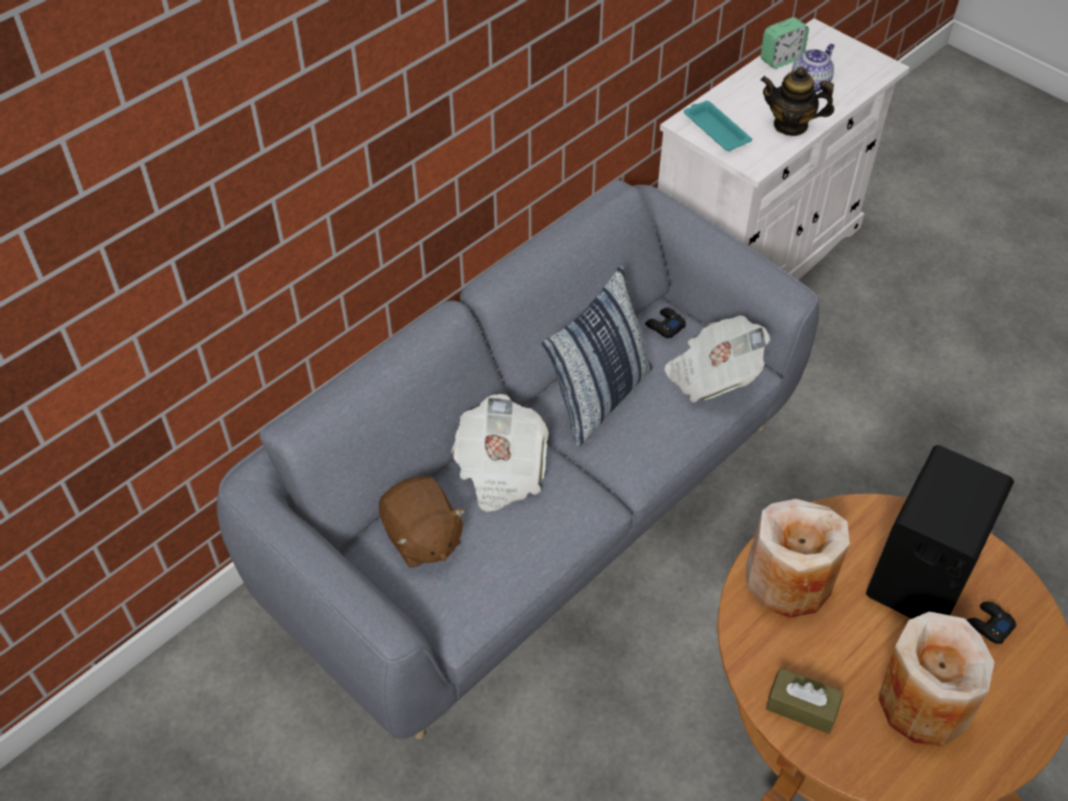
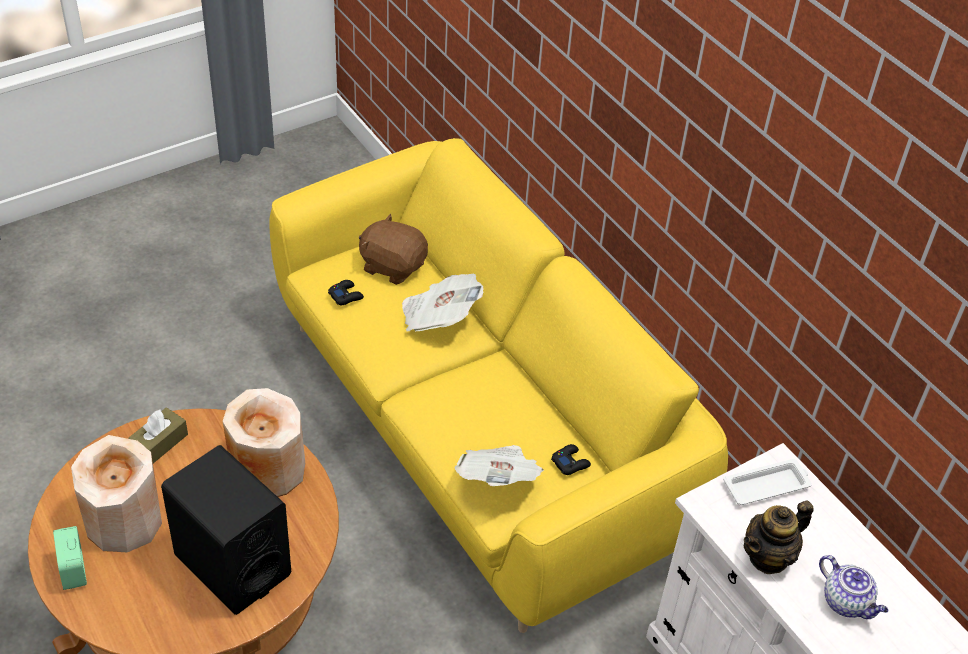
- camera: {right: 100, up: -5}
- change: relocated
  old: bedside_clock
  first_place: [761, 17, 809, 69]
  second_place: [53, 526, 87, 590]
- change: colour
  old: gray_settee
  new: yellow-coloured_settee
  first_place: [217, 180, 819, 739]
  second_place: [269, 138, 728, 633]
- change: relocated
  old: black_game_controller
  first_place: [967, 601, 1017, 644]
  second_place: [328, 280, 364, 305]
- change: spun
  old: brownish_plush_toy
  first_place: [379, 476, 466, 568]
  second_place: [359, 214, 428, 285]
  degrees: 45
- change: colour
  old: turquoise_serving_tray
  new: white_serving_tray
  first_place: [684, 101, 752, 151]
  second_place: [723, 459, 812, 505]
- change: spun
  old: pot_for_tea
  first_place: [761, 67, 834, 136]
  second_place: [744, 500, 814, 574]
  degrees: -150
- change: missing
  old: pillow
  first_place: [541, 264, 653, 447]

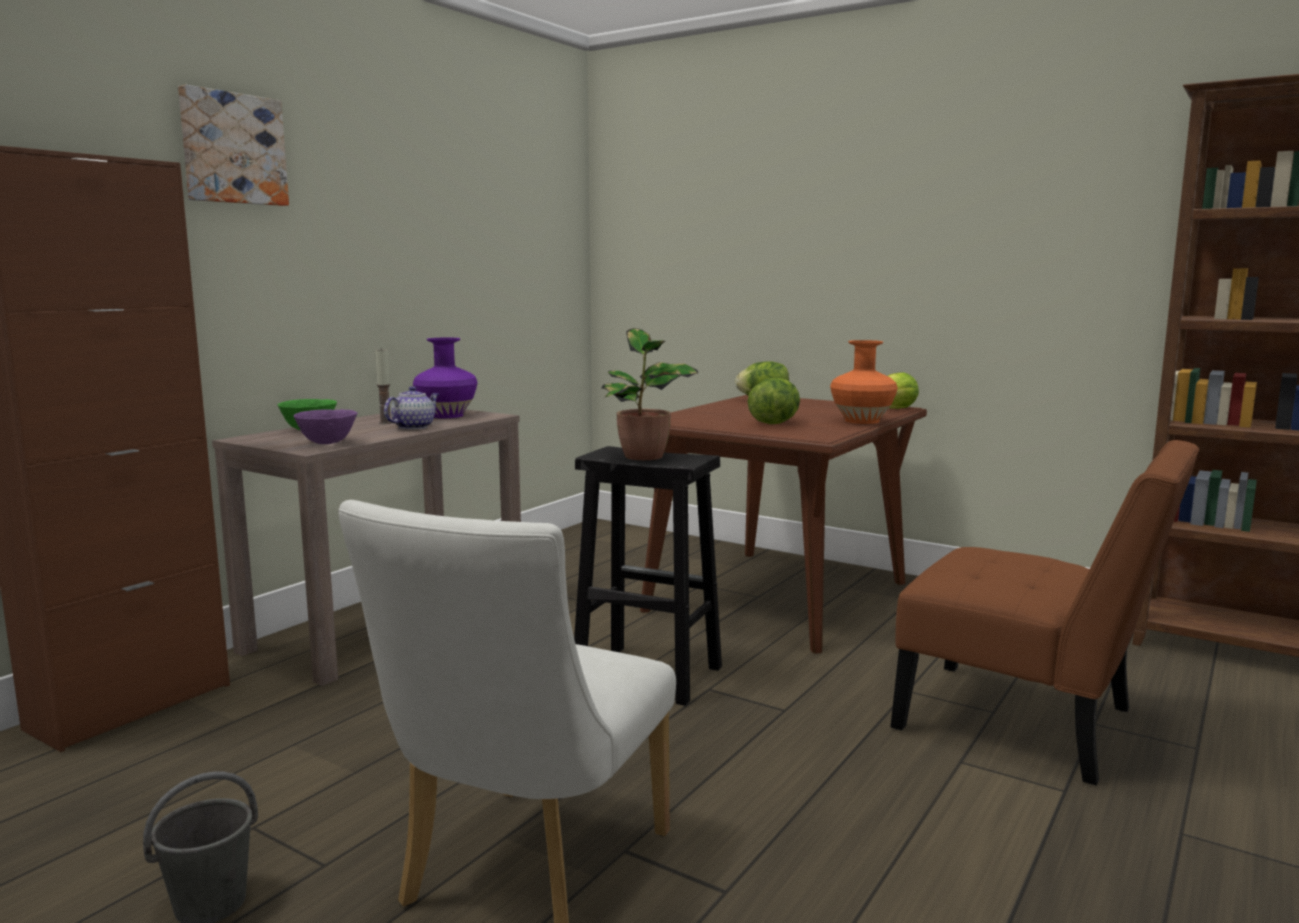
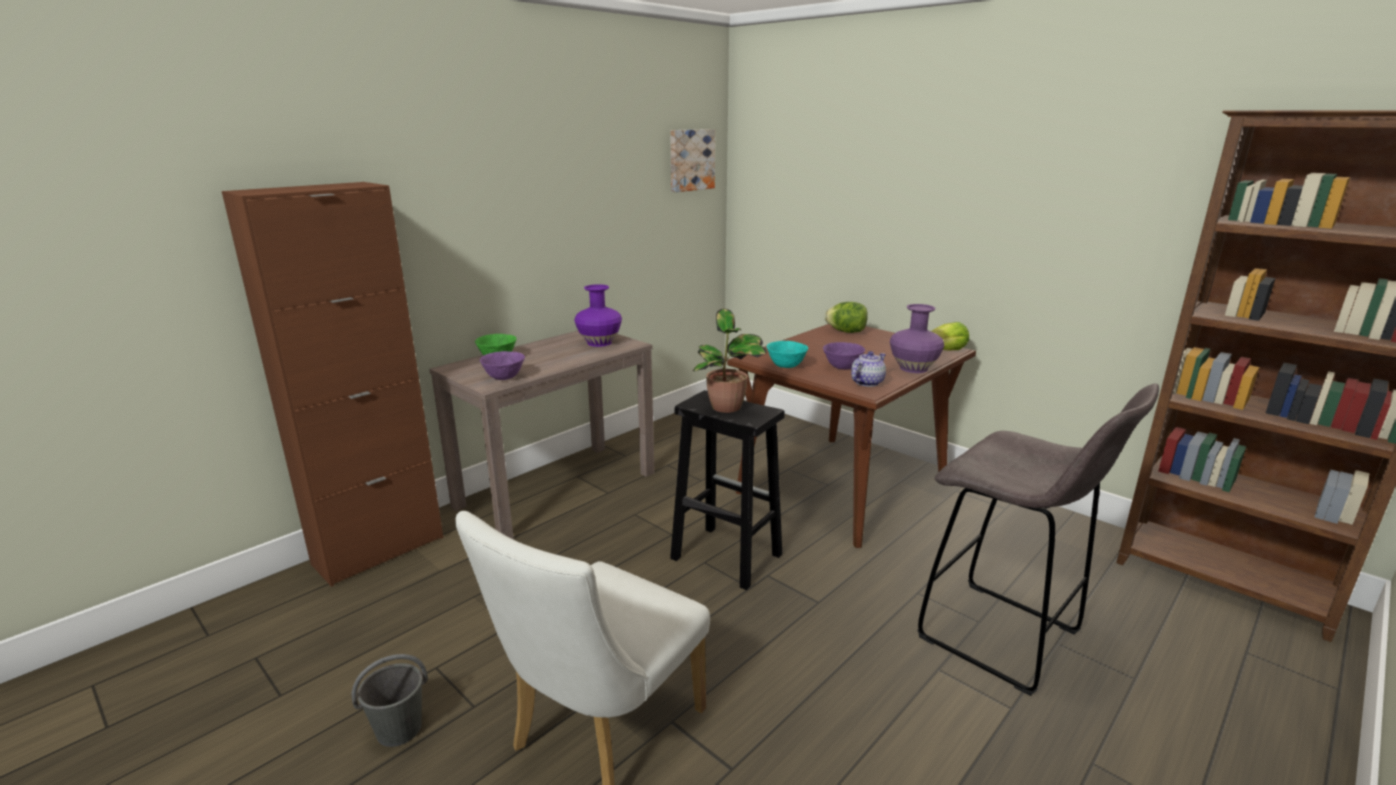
- camera: {right: 10, up: 10}
- change: relocated
  old: wall_picture
  first_place: [178, 85, 289, 206]
  second_place: [670, 129, 715, 192]
- change: appeared
  new: turquoise_serving_bowl
  second_place: [767, 341, 808, 368]
- change: exchanged
  old: lettuce
  new: purple_serving_bowl
  first_place: [748, 378, 800, 424]
  second_place: [823, 342, 865, 369]
- change: relocated
  old: pot_for_tea
  first_place: [384, 386, 439, 430]
  second_place: [851, 351, 886, 387]
- change: colour
  old: orangey_flower_vase
  new: purple_flower_vase
  first_place: [830, 340, 898, 424]
  second_place: [890, 304, 944, 373]
- change: exchanged
  old: brownish_plain_chair
  new: gray_stool_seat
  first_place: [890, 440, 1199, 786]
  second_place: [917, 383, 1159, 696]
- change: missing
  old: wax_candle
  first_place: [375, 348, 392, 424]

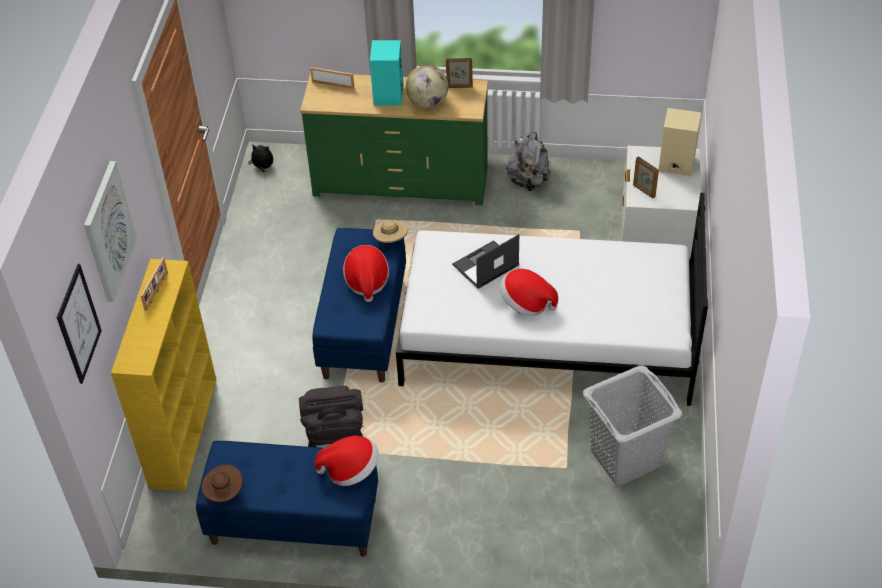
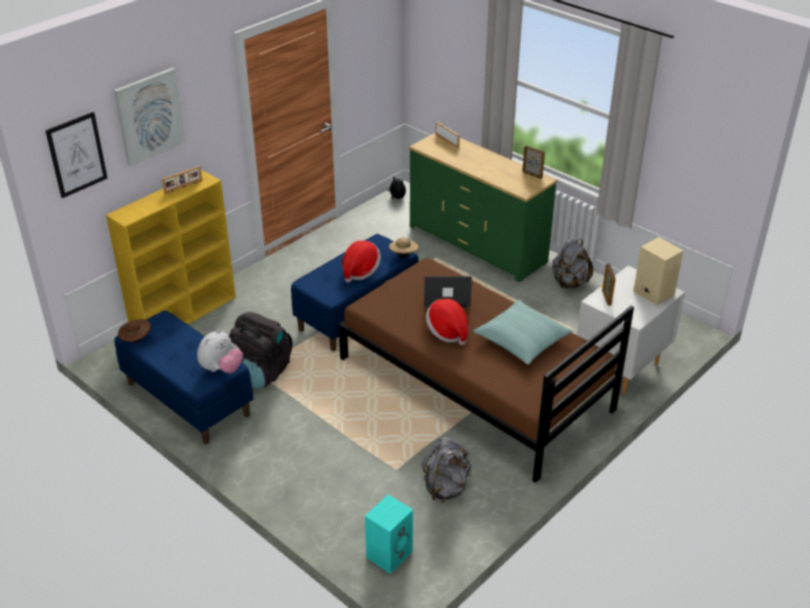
- camera: {right: 35, up: -10}
- change: exchanged
  old: hat
  new: plush_toy
  first_place: [315, 436, 379, 486]
  second_place: [197, 329, 243, 373]
- change: colour
  old: white_bedroom_bed
  new: brownish_bedroom_bed
  first_place: [396, 193, 708, 406]
  second_place: [338, 258, 634, 483]
- change: relocated
  old: turquoise_speaker
  first_place: [370, 40, 403, 106]
  second_place: [365, 494, 413, 574]
- change: exchanged
  old: gray_laundry_basket
  new: gray_backpack
  first_place: [583, 365, 682, 485]
  second_place: [422, 437, 472, 502]
- change: appeared
  new: pillow
  second_place: [473, 300, 572, 365]
- change: missing
  old: globe
  first_place: [406, 65, 449, 108]

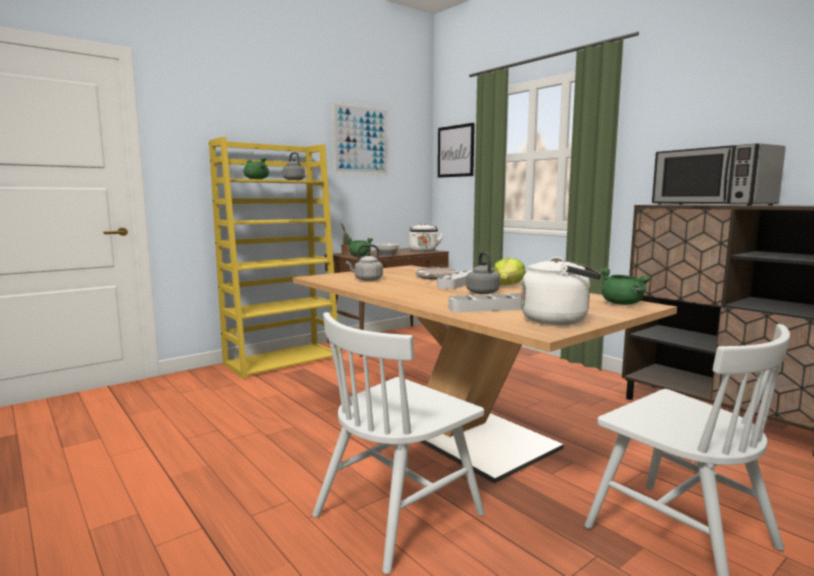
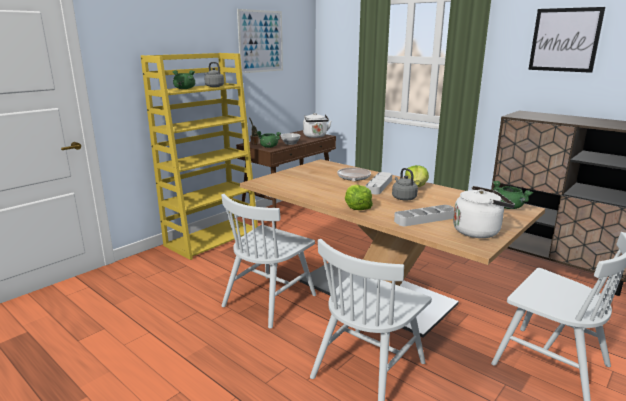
- camera: {right: -10, up: 10}
- change: appeared
  new: white_plain_chair
  second_place: [221, 194, 316, 329]
- change: appeared
  new: lettuce
  second_place: [345, 184, 373, 210]
- change: relocated
  old: wall_picture
  first_place: [438, 123, 475, 178]
  second_place: [528, 7, 605, 73]
- change: missing
  old: gray_kettle
  first_place: [346, 244, 383, 281]
- change: missing
  old: kitchen_microwave
  first_place: [652, 143, 786, 206]

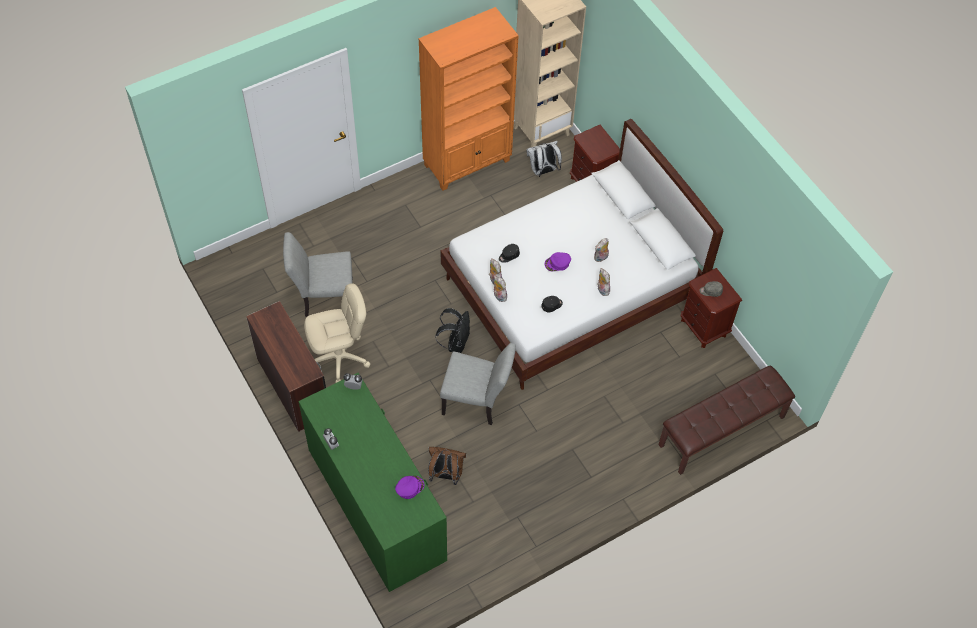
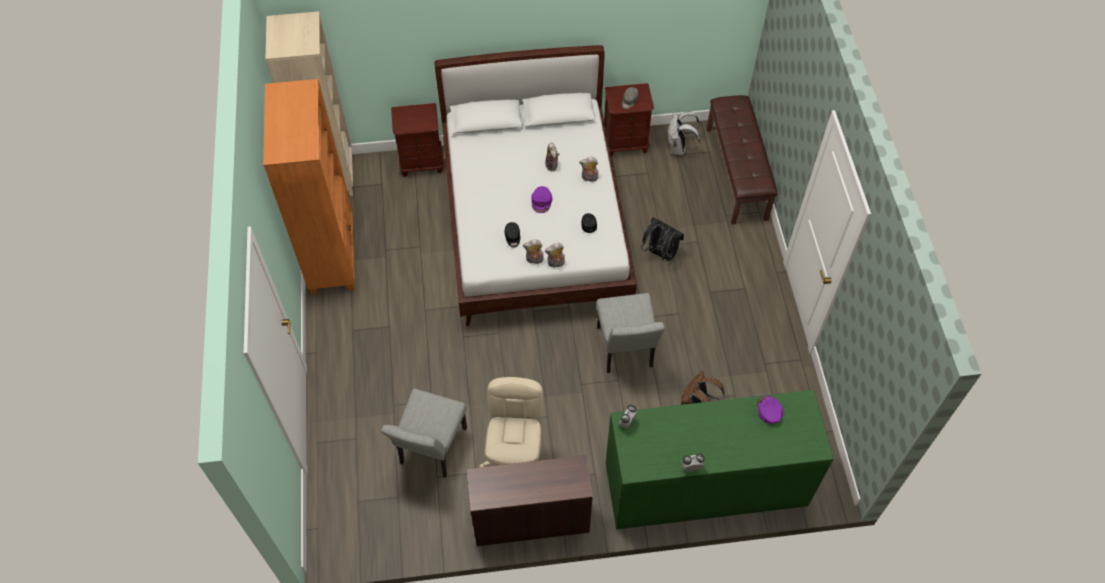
- camera: {right: -65, up: 0}
- change: spun
  old: gray_plain_chair
  first_place: [440, 343, 516, 425]
  second_place: [596, 293, 665, 373]
  degrees: 135
- change: relocated
  old: black_backpack
  first_place: [435, 308, 470, 353]
  second_place: [641, 217, 684, 262]
- change: relocated
  old: white_backpack
  first_place: [527, 141, 562, 177]
  second_place: [667, 111, 700, 155]

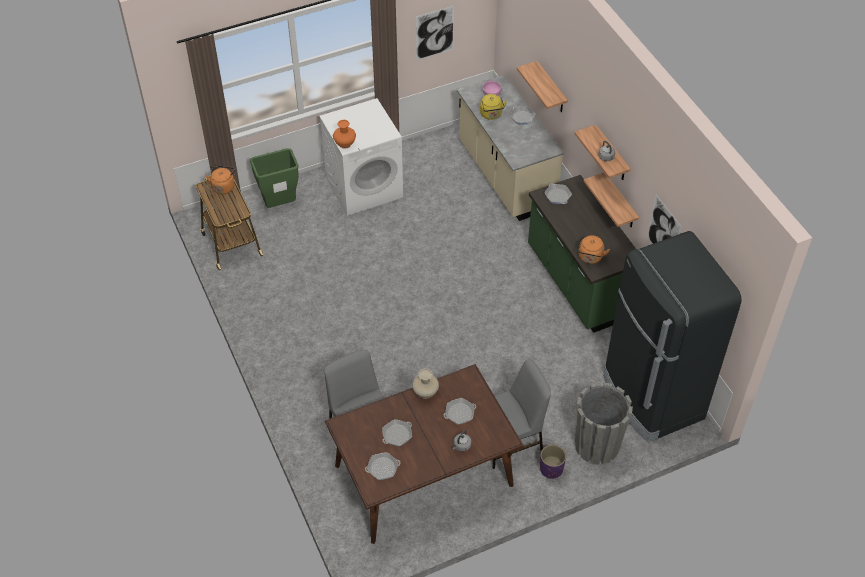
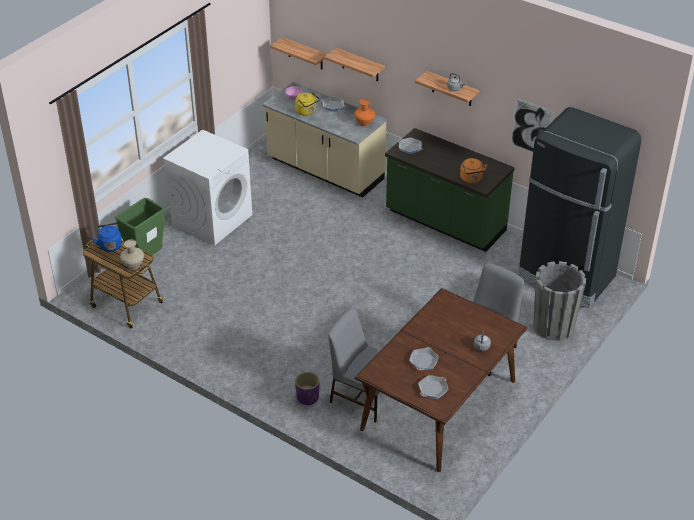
- camera: {right: -30, up: -10}
- change: colour
  old: orangey_kettle
  new: blue-coloured_kettle
  first_place: [206, 165, 235, 194]
  second_place: [92, 223, 122, 252]
- change: relocated
  old: sand-coloured_flower_vase
  first_place: [412, 368, 439, 399]
  second_place: [120, 239, 144, 270]
- change: relocated
  old: wall_shelf
  first_place: [584, 173, 639, 227]
  second_place: [270, 37, 327, 69]
- change: relocated
  old: purple_planter
  first_place: [540, 445, 566, 479]
  second_place: [295, 372, 320, 406]
- change: relocated
  old: orangey_flower_vase
  first_place: [333, 120, 356, 149]
  second_place: [354, 99, 375, 127]
- change: missing
  old: wall_picture
  first_place: [416, 6, 454, 60]
- change: missing
  old: frying_pan
  first_place: [443, 398, 476, 425]

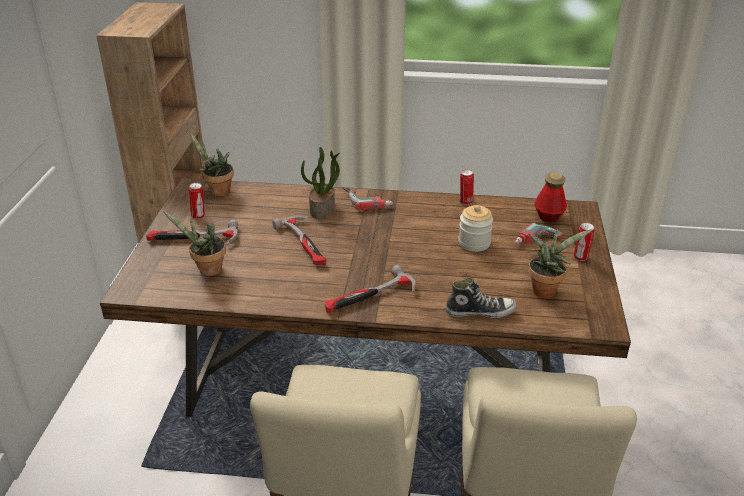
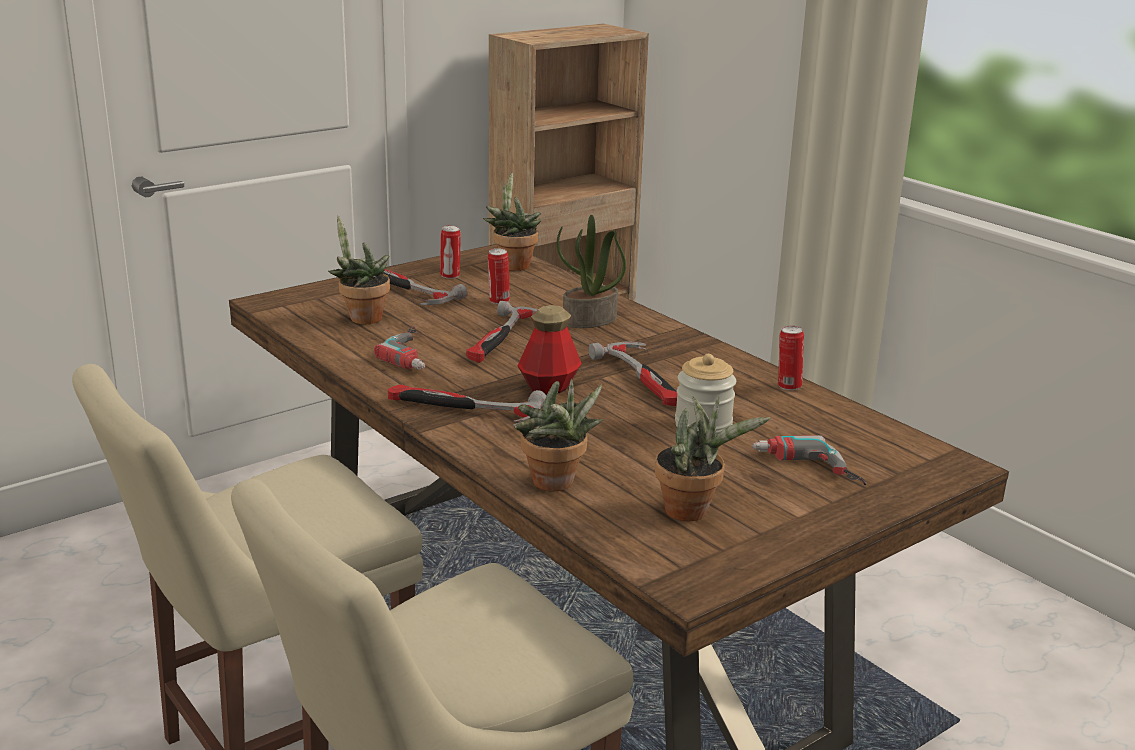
- camera: {right: 45, up: -10}
- change: relocated
  old: electric_drill
  first_place: [342, 187, 393, 211]
  second_place: [374, 326, 425, 370]
- change: relocated
  old: metal_can
  first_place: [574, 223, 595, 261]
  second_place: [488, 248, 510, 304]
- change: exchanged
  old: shoe
  new: plant_in_a_pot
  first_place: [446, 278, 517, 318]
  second_place: [515, 379, 603, 492]
- change: relocated
  old: drink_bottle
  first_place: [534, 171, 567, 223]
  second_place: [517, 305, 582, 395]
- change: appeared
  new: hammer
  second_place: [588, 341, 677, 406]

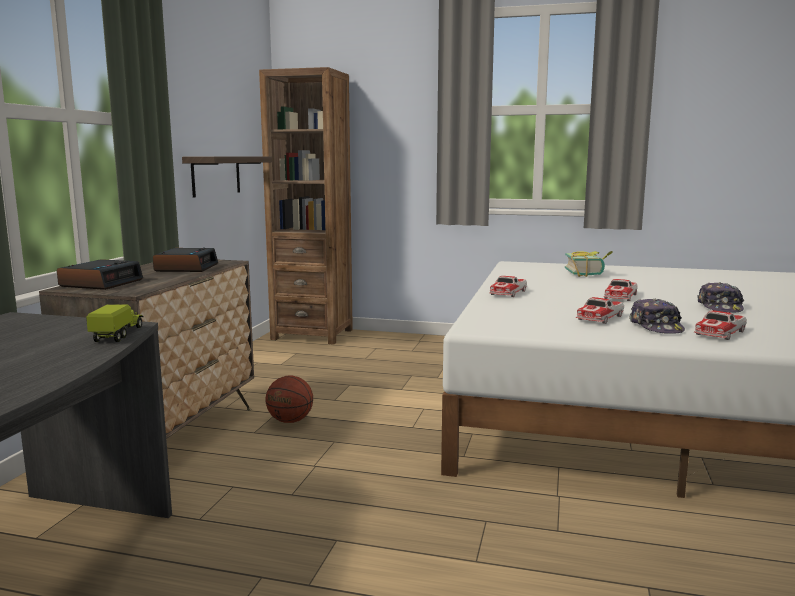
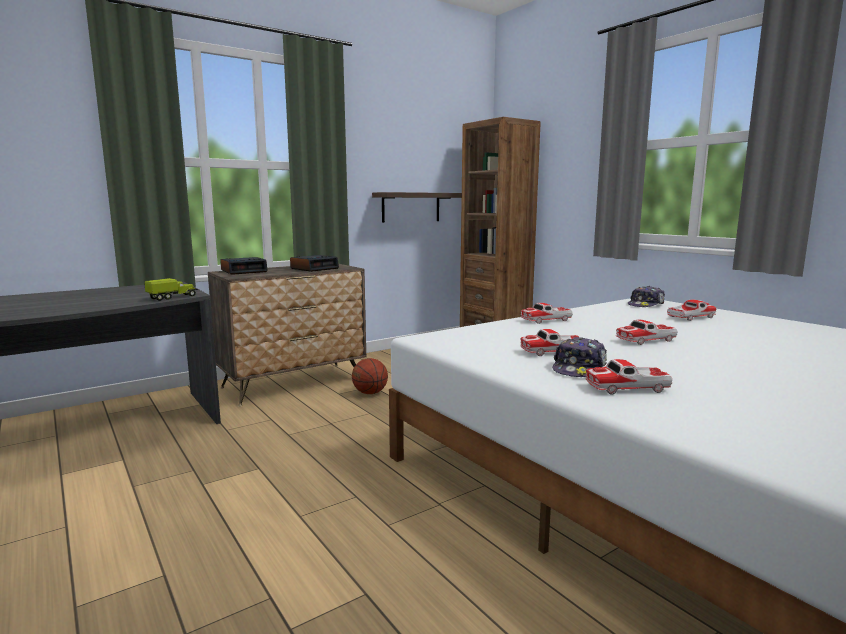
- camera: {right: 40, up: 0}
- change: relocated
  old: cap
  first_place: [698, 282, 744, 313]
  second_place: [628, 286, 665, 307]
- change: exchanged
  old: volume
  new: model_car
  first_place: [565, 251, 613, 277]
  second_place: [667, 300, 716, 321]

